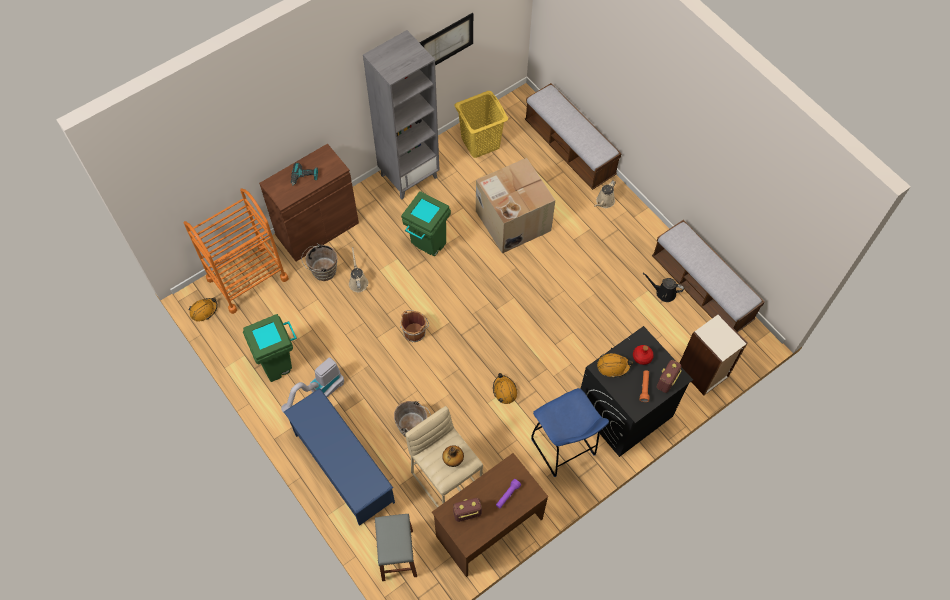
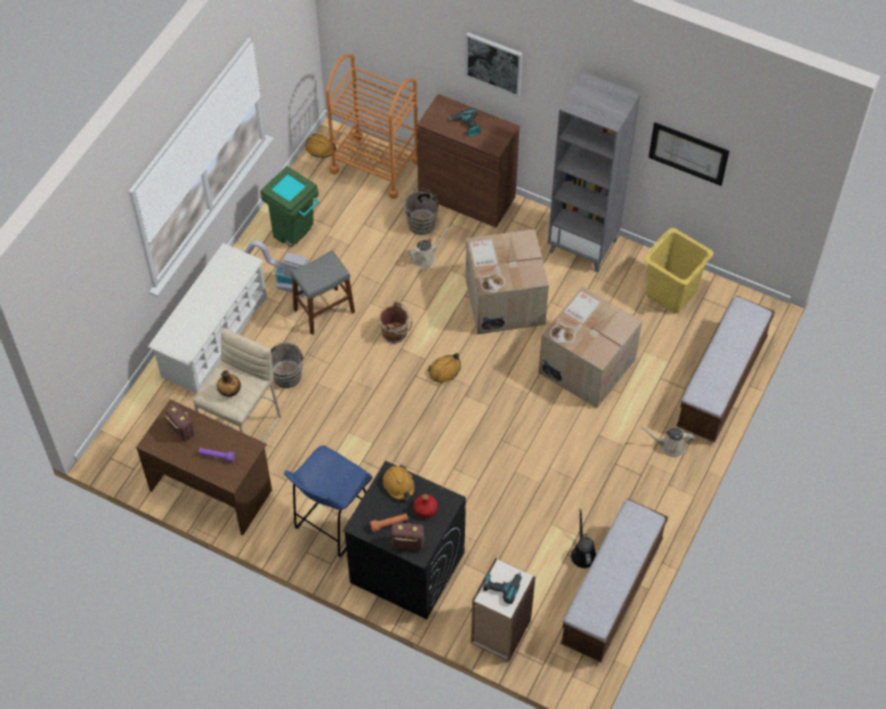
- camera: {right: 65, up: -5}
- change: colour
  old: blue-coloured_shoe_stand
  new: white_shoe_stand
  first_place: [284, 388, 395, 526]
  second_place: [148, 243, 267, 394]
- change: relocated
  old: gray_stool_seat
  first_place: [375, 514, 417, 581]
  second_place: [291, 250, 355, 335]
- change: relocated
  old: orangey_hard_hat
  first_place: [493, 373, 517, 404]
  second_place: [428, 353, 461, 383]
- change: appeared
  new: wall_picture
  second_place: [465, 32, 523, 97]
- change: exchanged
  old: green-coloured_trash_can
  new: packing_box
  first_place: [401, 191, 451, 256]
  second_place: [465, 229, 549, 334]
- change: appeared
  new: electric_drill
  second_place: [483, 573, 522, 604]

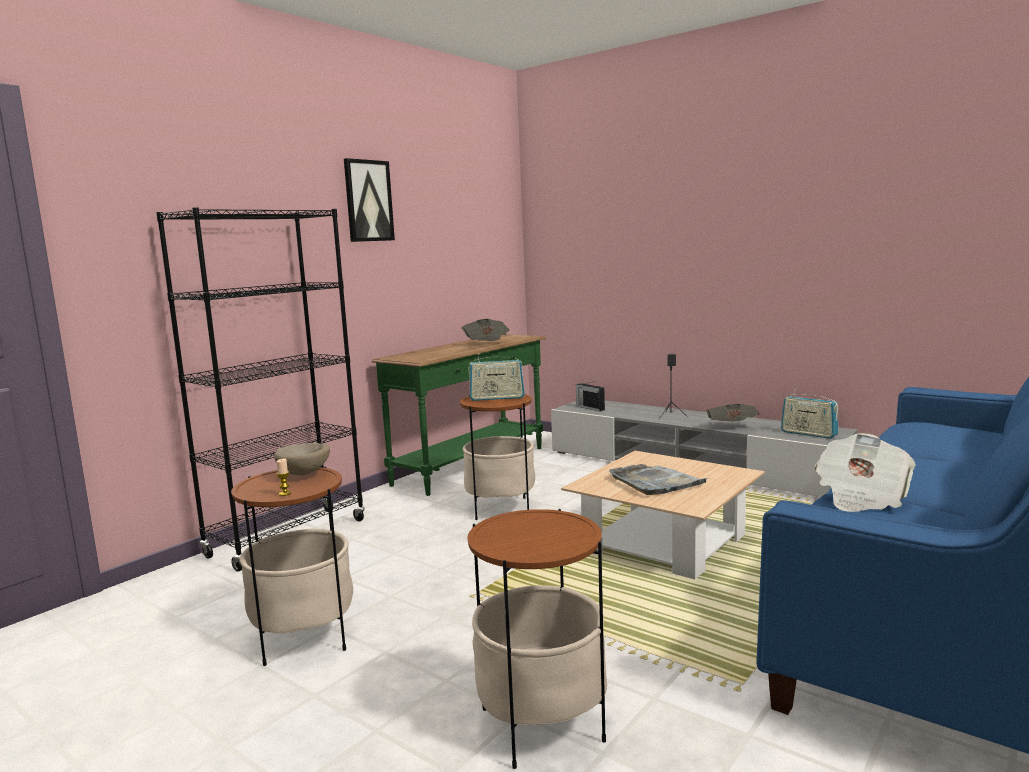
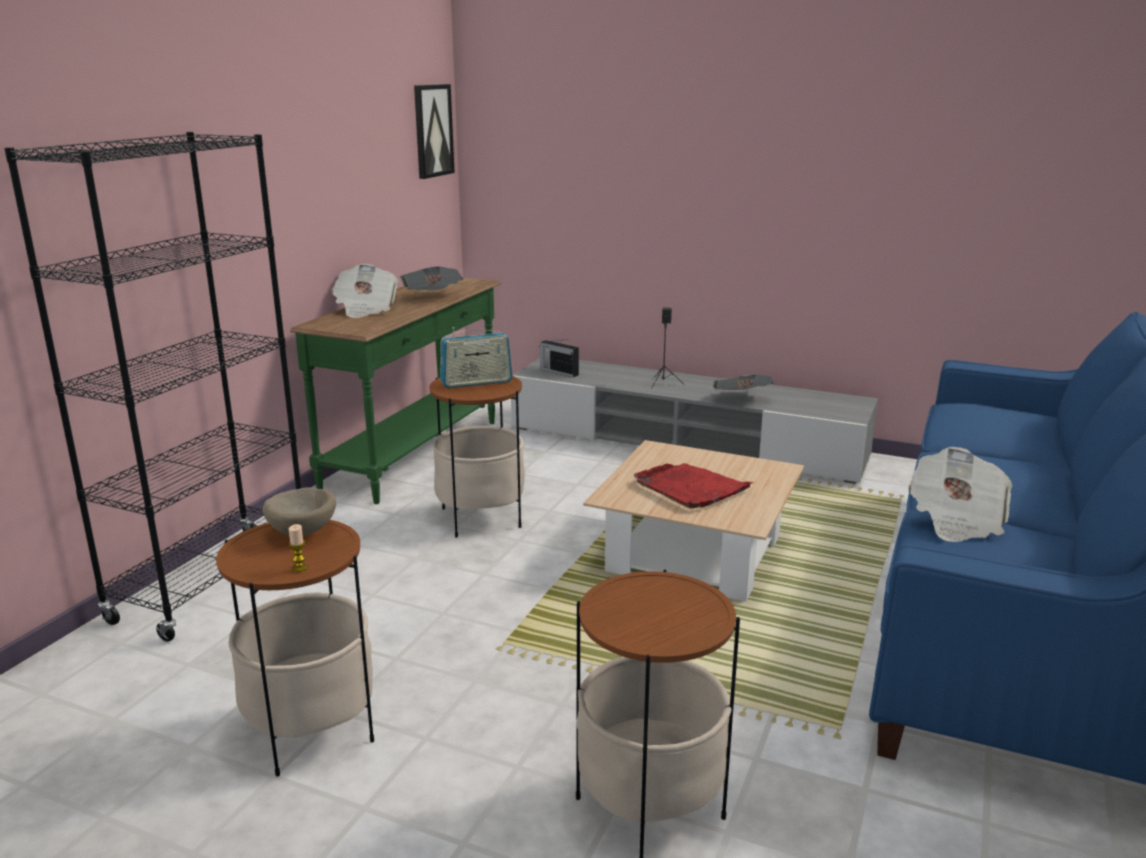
- camera: {right: -15, up: 10}
- change: appeared
  new: newspaper
  second_place: [332, 264, 399, 318]
- change: relocated
  old: wall_picture
  first_place: [344, 158, 395, 242]
  second_place: [414, 84, 455, 179]
- change: colour
  old: gray_serving_tray
  new: red_serving_tray
  first_place: [609, 464, 709, 495]
  second_place: [634, 463, 754, 509]
- change: missing
  old: radio_receiver
  first_place: [781, 389, 838, 439]

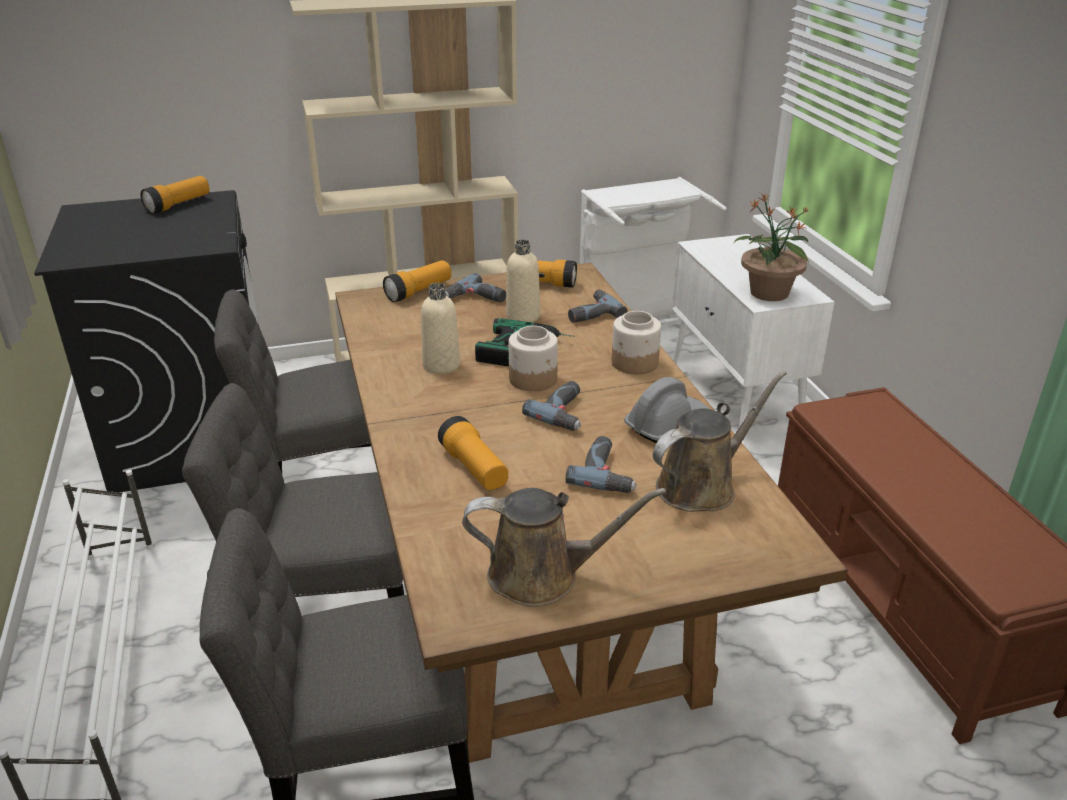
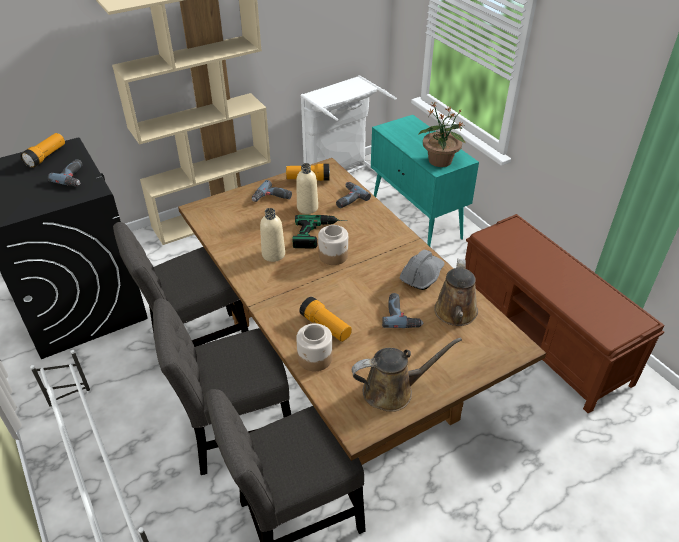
- camera: {right: -15, up: 10}
- change: relocated
  old: electric_drill
  first_place: [522, 381, 581, 431]
  second_place: [48, 159, 83, 186]
- change: relocated
  old: jar
  first_place: [612, 311, 661, 374]
  second_place: [296, 323, 332, 371]
- change: colour
  old: white_cabinet
  new: turquoise_cabinet
  first_place: [672, 234, 835, 427]
  second_place: [371, 115, 479, 246]
- change: spun
  old: brownish_watering_pot
  first_place: [653, 371, 787, 512]
  second_place: [434, 259, 478, 326]
  degrees: 150
- change: missing
  old: torch
  first_place: [383, 260, 451, 302]

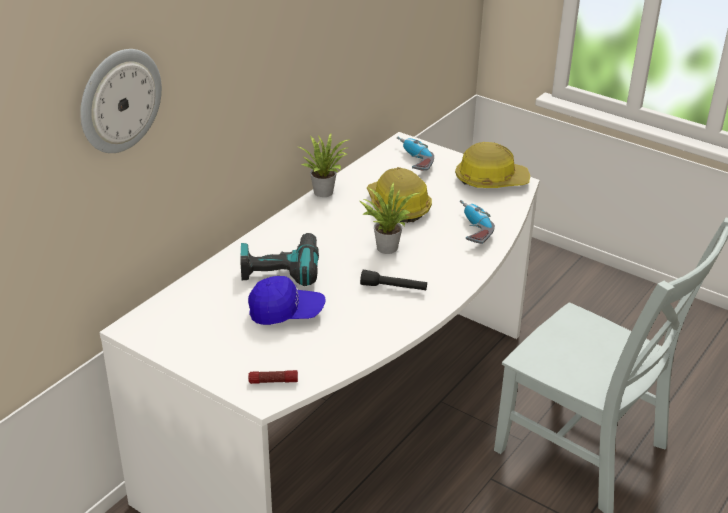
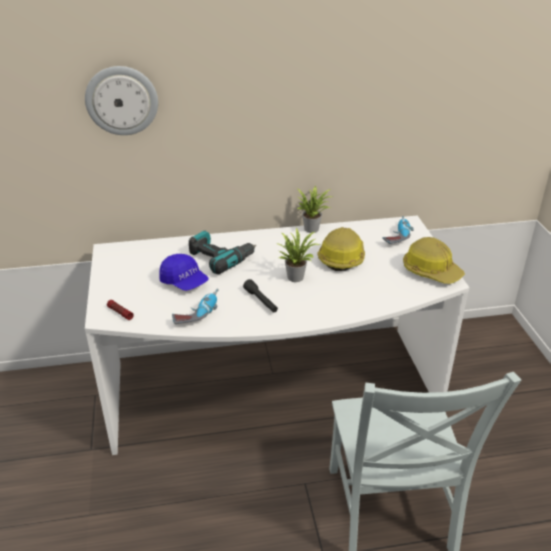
- camera: {right: 45, up: 0}
- change: relocated
  old: electric_drill
  first_place: [460, 200, 495, 244]
  second_place: [172, 289, 219, 324]

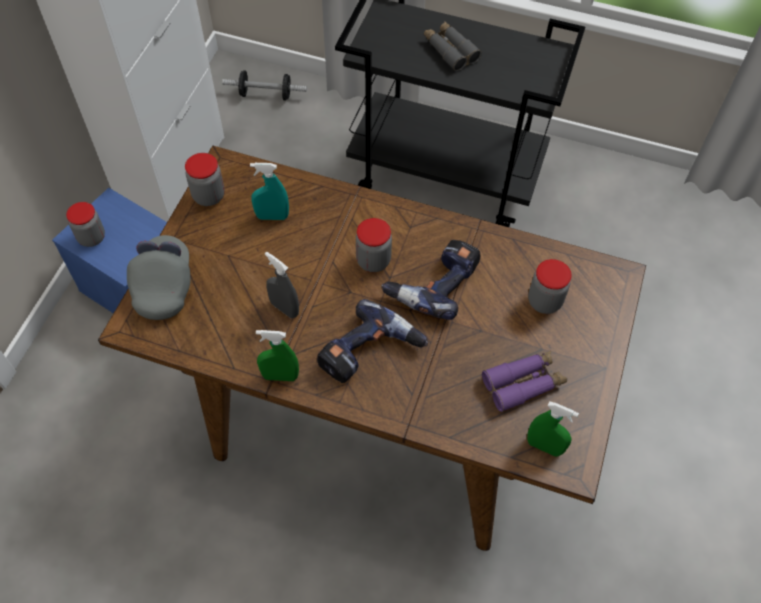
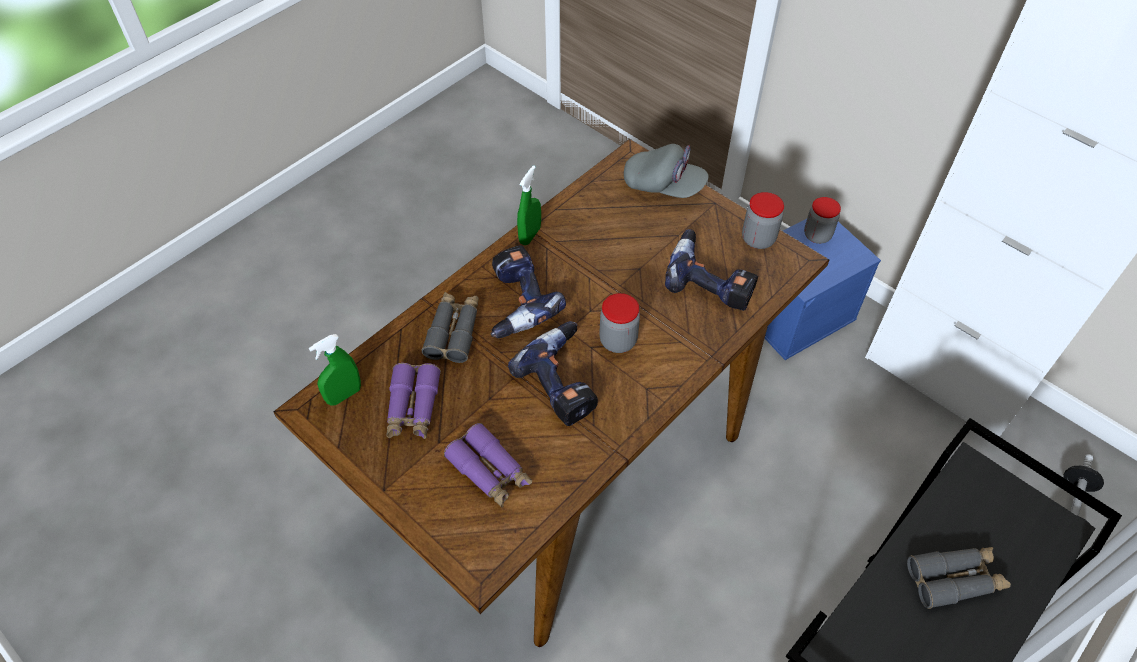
- camera: {right: 115, up: -5}
- change: appeared
  new: gray_field_glasses
  second_place: [421, 292, 479, 363]
- change: exchanged
  old: jar
  new: purple_field_glasses
  first_place: [528, 259, 572, 314]
  second_place: [444, 423, 532, 508]
- change: exchanged
  old: turquoise_sprayer
  new: electric_drill
  first_place: [250, 163, 289, 220]
  second_place: [665, 229, 758, 311]
- change: missing
  old: gray_sprayer
  first_place: [265, 252, 299, 318]

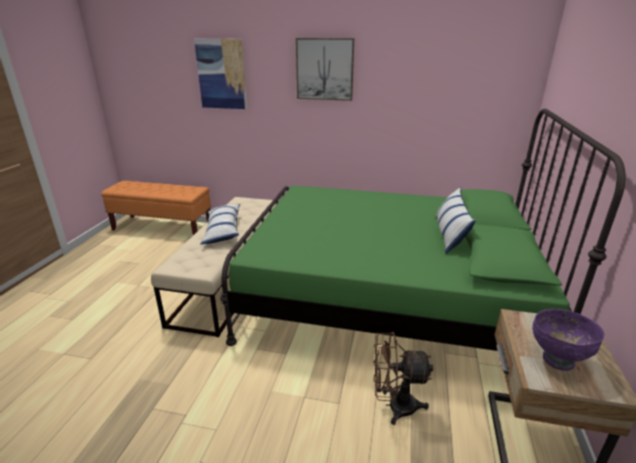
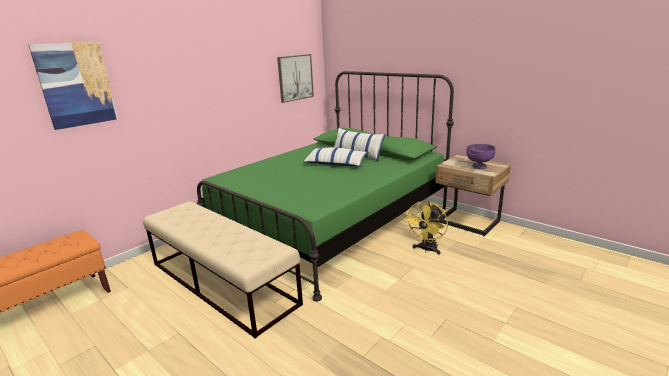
- camera: {right: -60, up: -5}
- change: relocated
  old: wall_picture
  first_place: [296, 38, 354, 101]
  second_place: [277, 54, 314, 103]
- change: relocated
  old: pillow
  first_place: [200, 204, 240, 244]
  second_place: [303, 147, 369, 167]
- change: colour
  old: brownish_electric_fan
  new: yellow-coloured_electric_fan
  first_place: [373, 332, 433, 425]
  second_place: [404, 201, 448, 255]

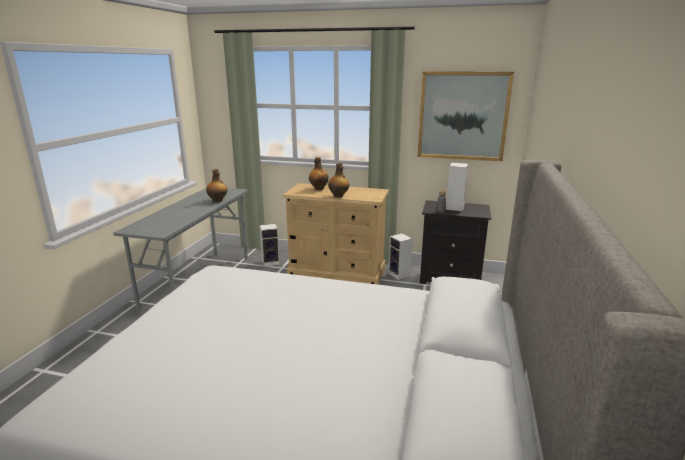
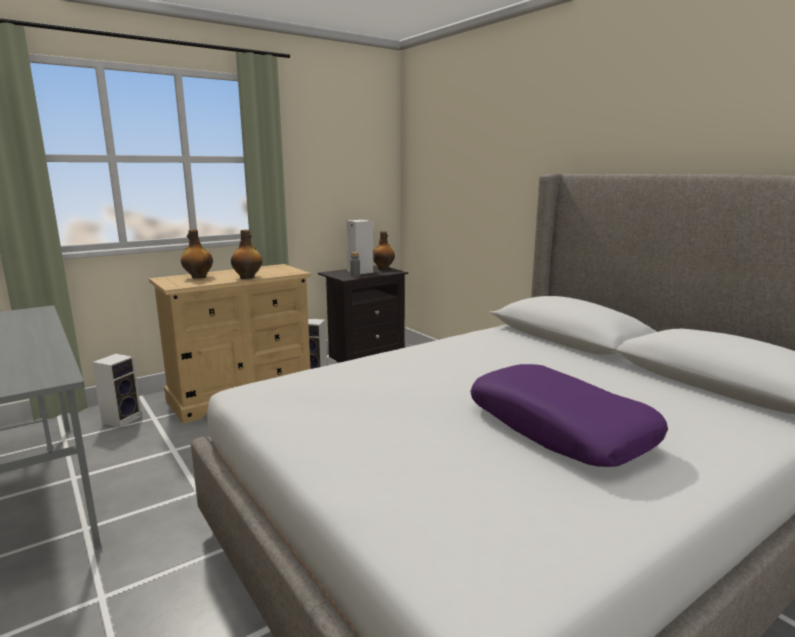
- camera: {right: -50, up: -5}
- change: relocated
  old: drink_bottle
  first_place: [206, 169, 227, 202]
  second_place: [373, 231, 395, 269]
- change: appeared
  new: purple_pillow
  second_place: [471, 364, 668, 467]
- change: missing
  old: wall_picture
  first_place: [418, 71, 514, 161]

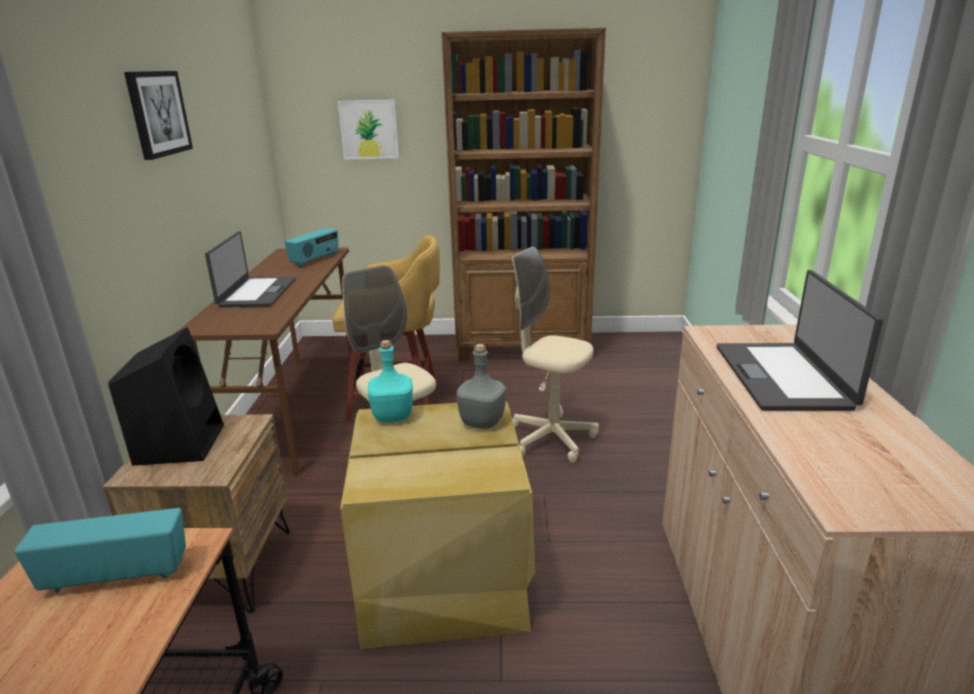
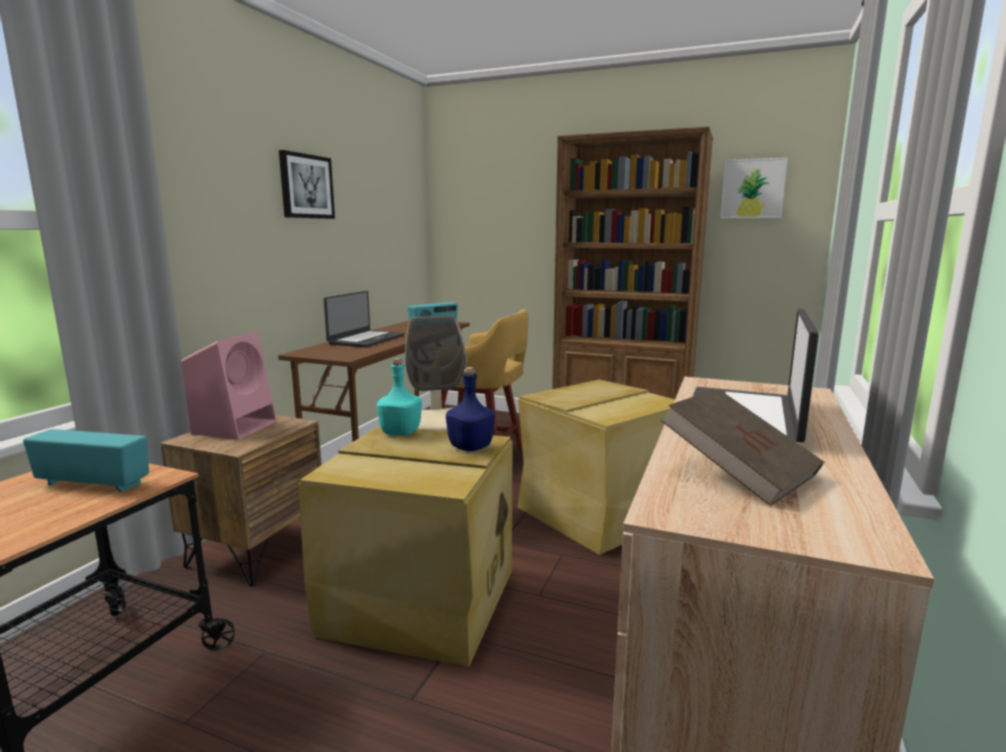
- camera: {right: 20, up: -10}
- change: colour
  old: black_speaker
  new: pinkish_speaker
  first_place: [108, 327, 224, 466]
  second_place: [181, 331, 276, 440]
- change: colour
  old: gray_drink_bottle
  new: blue-coloured_drink_bottle
  first_place: [456, 344, 506, 429]
  second_place: [446, 367, 495, 451]
- change: exchanged
  old: sand-coloured_desk_chair
  new: sand-coloured_storage_box
  first_place: [512, 247, 599, 463]
  second_place: [518, 380, 675, 555]
- change: appeared
  new: brownish_volume
  second_place: [661, 389, 824, 506]
- change: relocated
  old: wall_picture
  first_place: [338, 100, 399, 160]
  second_place: [720, 157, 788, 219]

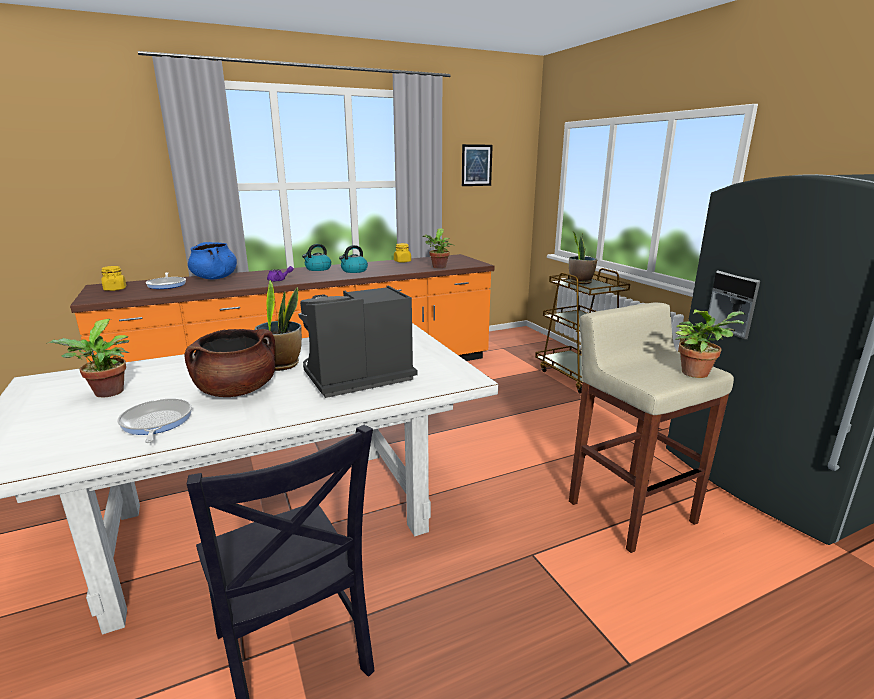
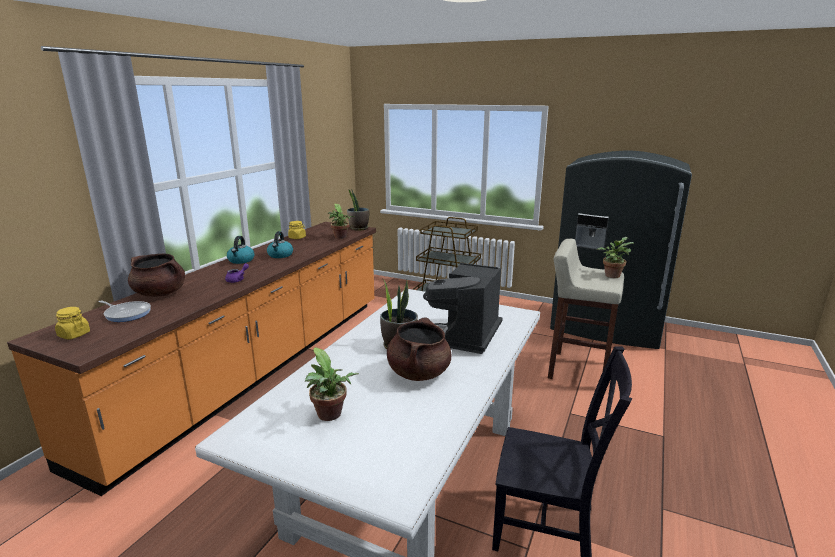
- camera: {right: -40, up: 0}
- change: colour
  old: blue-coloured_cooking_pot
  new: brownish_cooking_pot
  first_place: [188, 242, 237, 279]
  second_place: [128, 254, 185, 297]
- change: relocated
  old: plant_in_a_pot
  first_place: [569, 232, 597, 284]
  second_place: [347, 189, 370, 231]
- change: missing
  old: frying_pan
  first_place: [117, 398, 192, 443]
- change: missing
  old: wall_picture
  first_place: [462, 144, 493, 186]

